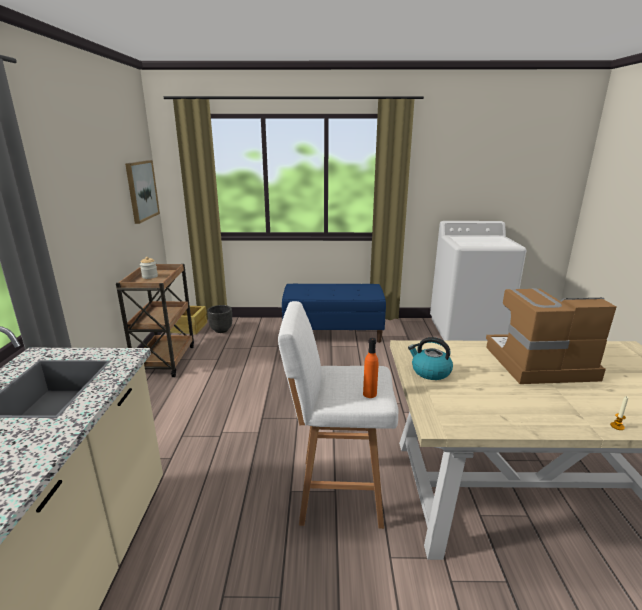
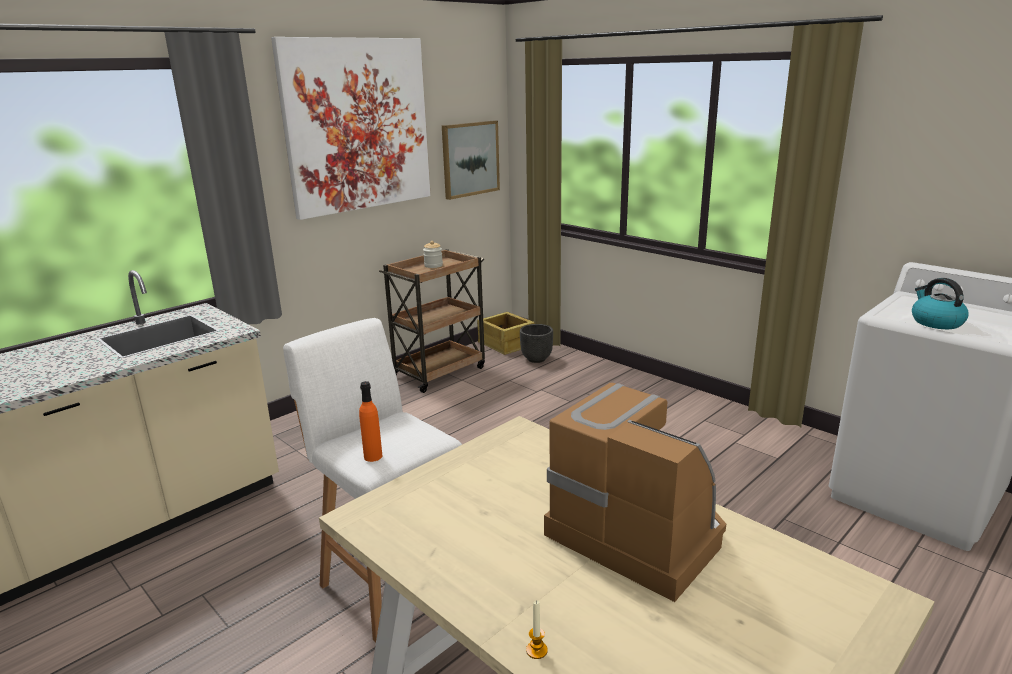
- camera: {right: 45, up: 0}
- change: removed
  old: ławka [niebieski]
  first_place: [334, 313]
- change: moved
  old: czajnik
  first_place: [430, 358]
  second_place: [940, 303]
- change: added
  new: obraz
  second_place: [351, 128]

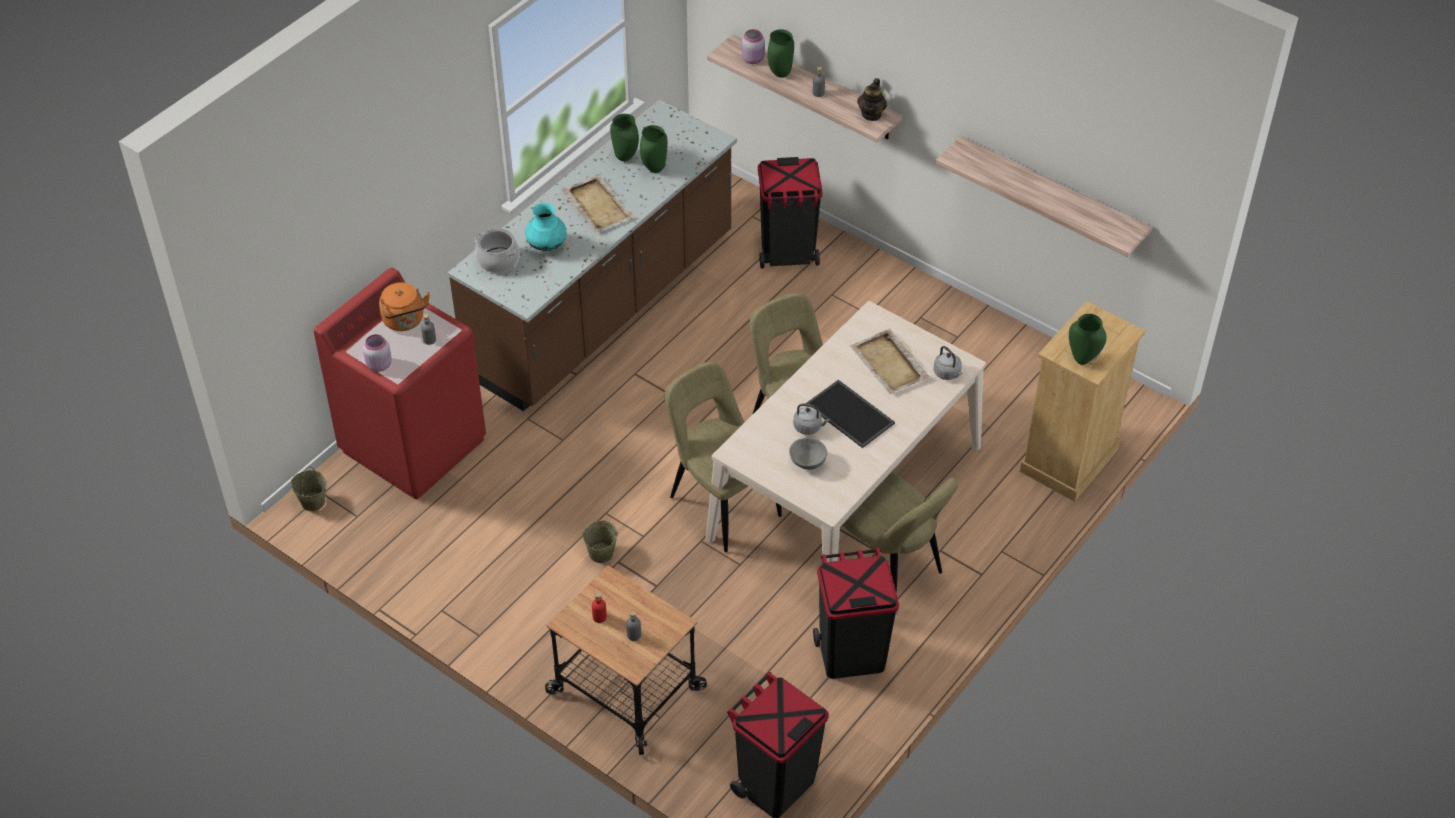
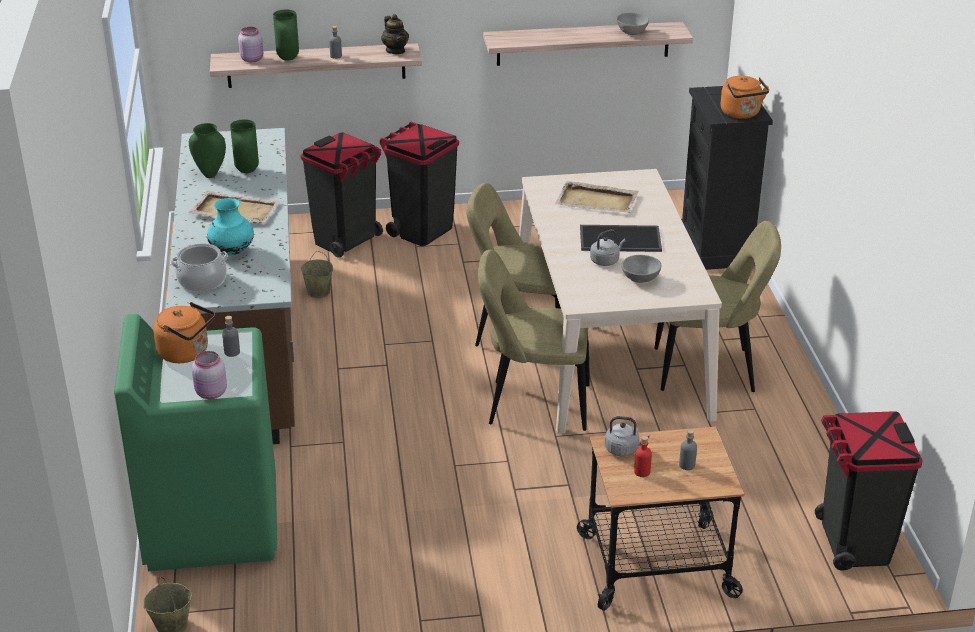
- camera: {right: -45, up: -15}
- change: recoloured
  old: pralka [czerwony]
  new: pralka [zielony]
  first_place: [400, 383]
  second_place: [195, 442]
- change: moved
  old: wiadro [beżowy]
  first_place: [600, 541]
  second_place: [317, 274]
- change: moved
  old: kosz na śmieci [czarny]
  first_place: [856, 613]
  second_place: [419, 184]
- change: moved
  old: czajnik [szary]
  first_place: [947, 363]
  second_place: [627, 436]
- change: recoloured
  old: komoda [beżowy]
  new: komoda [czarny]
  first_place: [1082, 401]
  second_place: [727, 178]
- change: replaced
  old: wazon [zielony]
  new: czajnik [pomarańczowy]
  first_place: [1087, 339]
  second_place: [745, 97]
- change: added
  new: miska [szary]
  second_place: [633, 23]

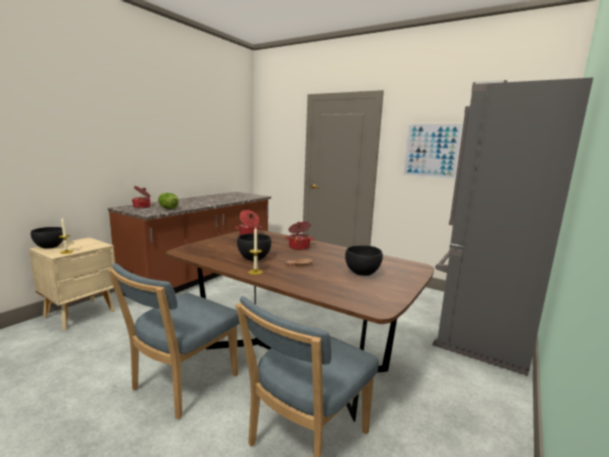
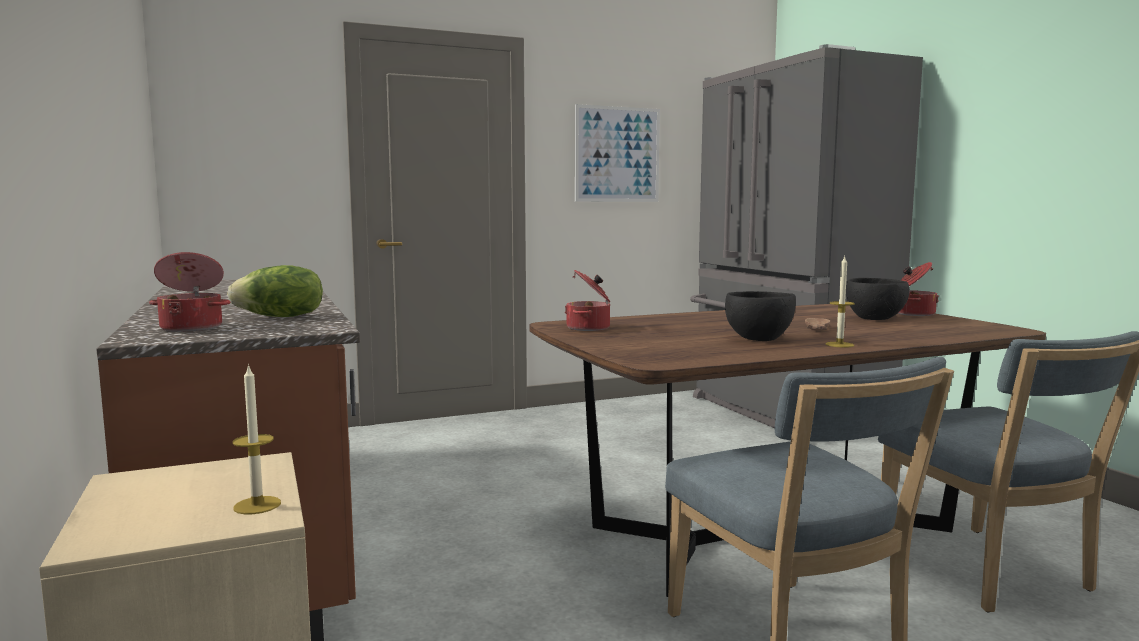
- camera: {right: -55, up: -5}
- change: removed
  old: miska [czarny]
  first_place: [47, 237]
- change: moved
  old: garnek
  first_place: [299, 236]
  second_place: [918, 289]

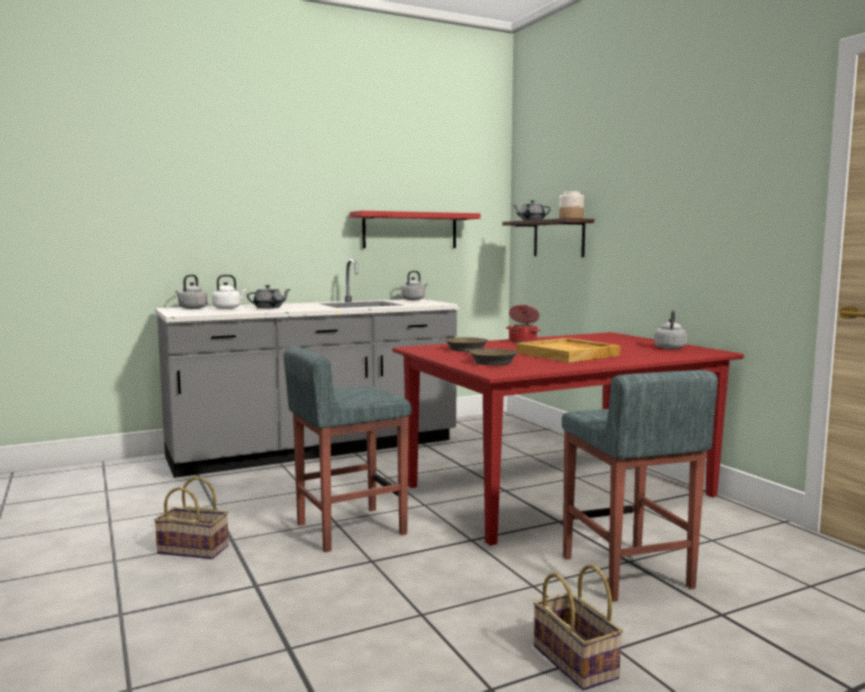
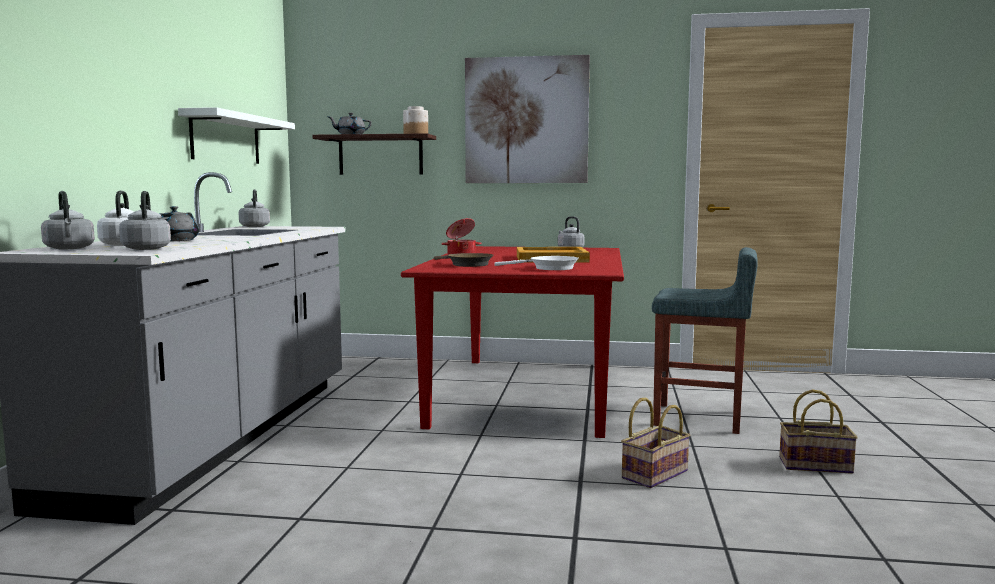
- camera: {right: -55, up: 0}
- change: moved
  old: koszyk
  first_place: [191, 517]
  second_place: [655, 443]
- change: removed
  old: stołek [szary]
  first_place: [348, 449]
- change: recoloured
  old: półka [czerwony]
  new: półka [biały]
  first_place: [414, 229]
  second_place: [236, 135]
- change: recoloured
  old: patelnia [brązowy]
  new: patelnia [biały]
  first_place: [491, 357]
  second_place: [536, 263]
- change: added
  new: czajnik [szary]
  second_place: [145, 220]
- change: added
  new: obraz
  second_place: [527, 119]

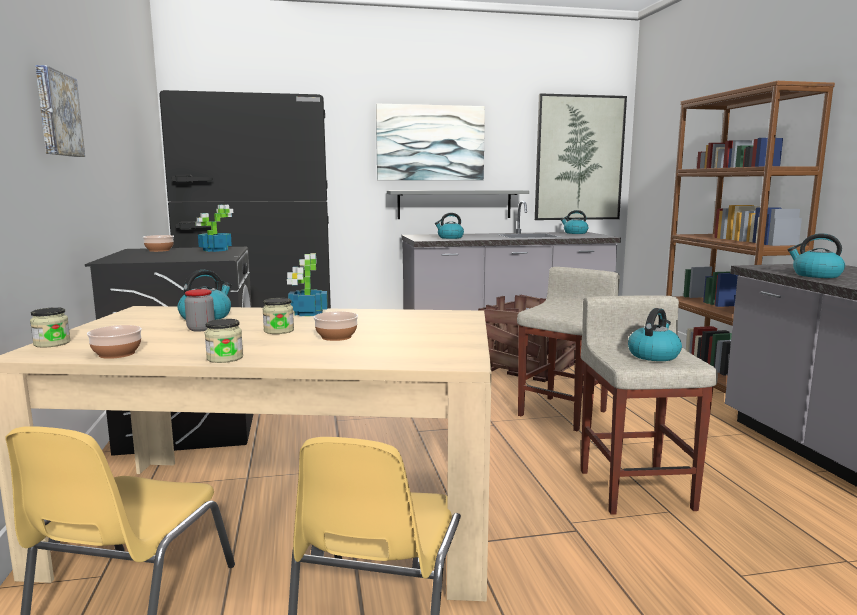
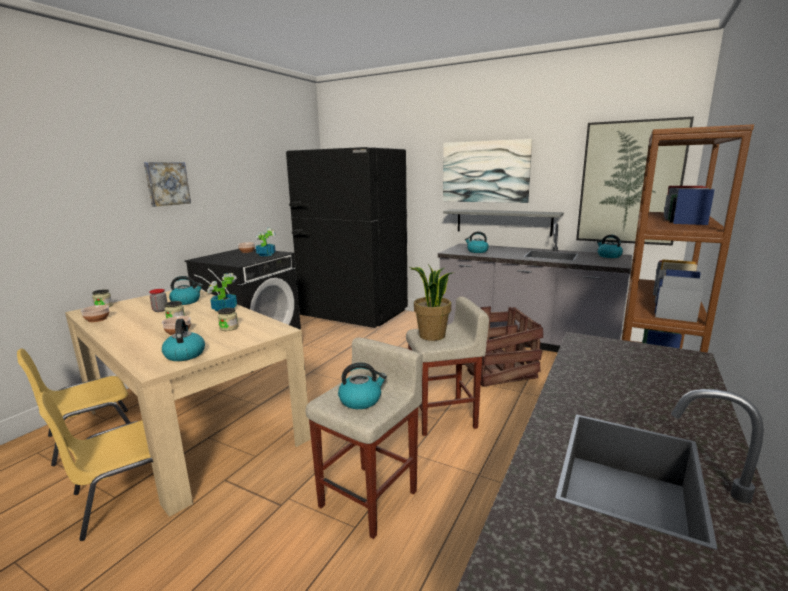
- camera: {right: 40, up: 5}
- change: moved
  old: słoik
  first_place: [224, 341]
  second_place: [228, 319]
- change: moved
  old: czajnik
  first_place: [816, 255]
  second_place: [183, 340]
- change: added
  new: roślina doniczkowa
  second_place: [432, 302]

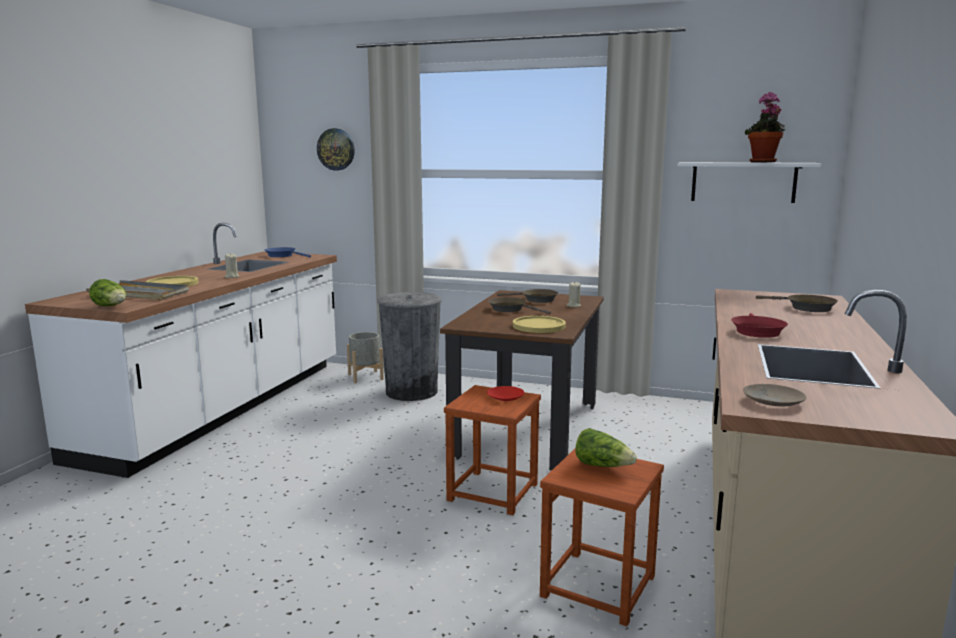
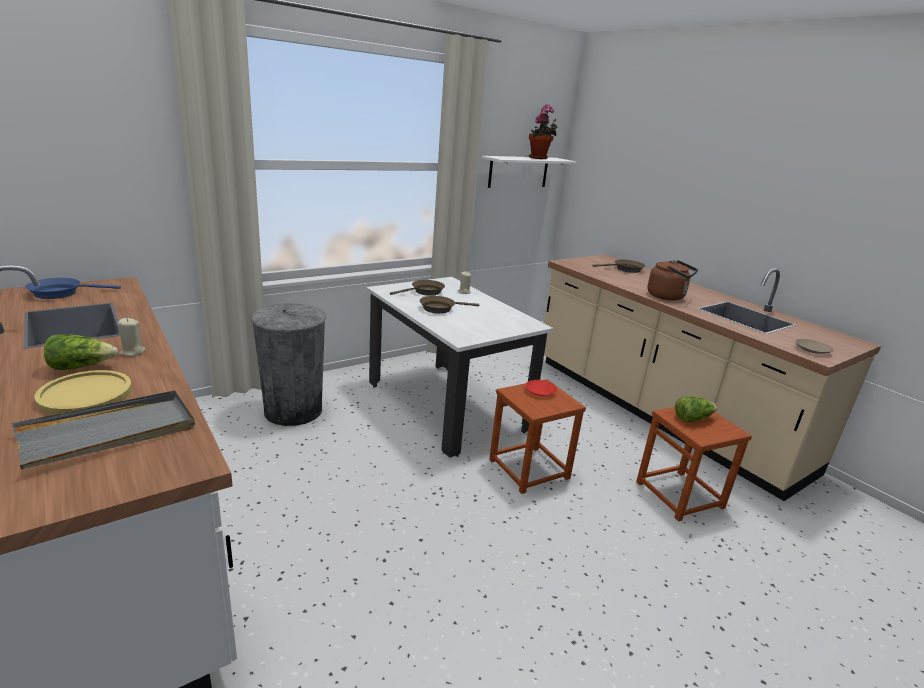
- camera: {right: -55, up: 10}
- change: moved
  old: sałata
  first_place: [107, 292]
  second_place: [81, 352]
- change: removed
  old: zegar ścienny
  first_place: [336, 149]
- change: removed
  old: donica [szary]
  first_place: [365, 357]
- change: recoloured
  old: stół jadalny [brązowy]
  new: stół jadalny [biały]
  first_place: [522, 380]
  second_place: [459, 367]
- change: removed
  old: talerz [żółty]
  first_place: [539, 324]
- change: replaced
  old: patelnia [czerwony]
  new: czajnik [brązowy]
  first_place: [759, 325]
  second_place: [673, 280]

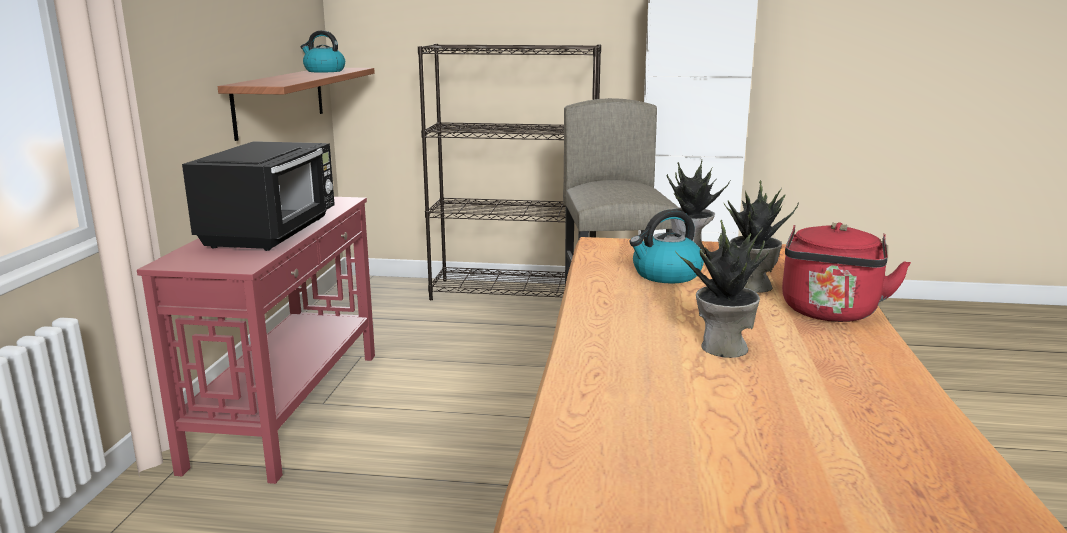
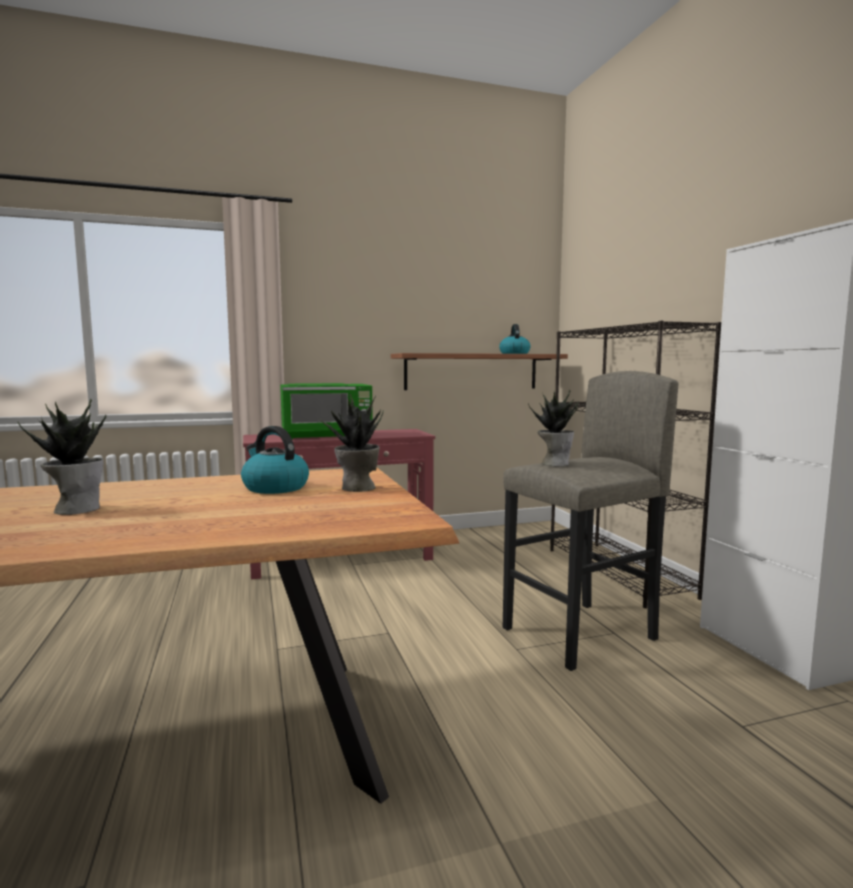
- camera: {right: 65, up: -10}
- change: recoloured
  old: mikrofalówka [czarny]
  new: mikrofalówka [zielony]
  first_place: [258, 196]
  second_place: [326, 411]
- change: moved
  old: roślina doniczkowa
  first_place: [761, 237]
  second_place: [553, 428]
- change: removed
  old: czajnik [czerwony]
  first_place: [846, 272]

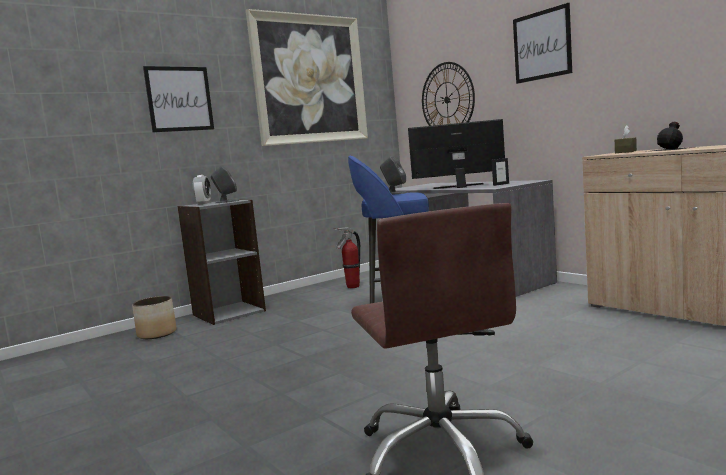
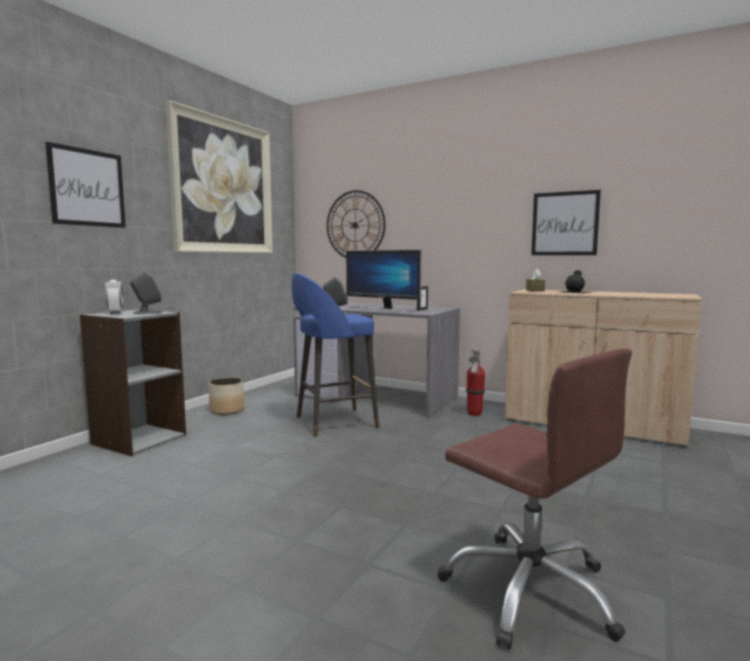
- camera: {right: -25, up: 0}
- change: moved
  old: donica
  first_place: [154, 317]
  second_place: [226, 396]
- change: moved
  old: gaśnica
  first_place: [346, 257]
  second_place: [475, 382]
- change: turned
  old: monitor
  first_place: [456, 154]
  second_place: [384, 281]
  degrees: -120
- change: moved
  old: obraz
  first_place: [542, 43]
  second_place: [566, 222]

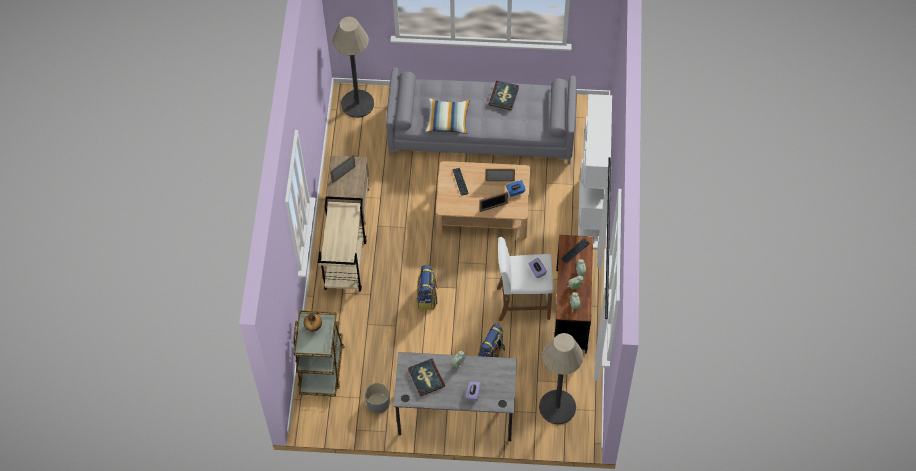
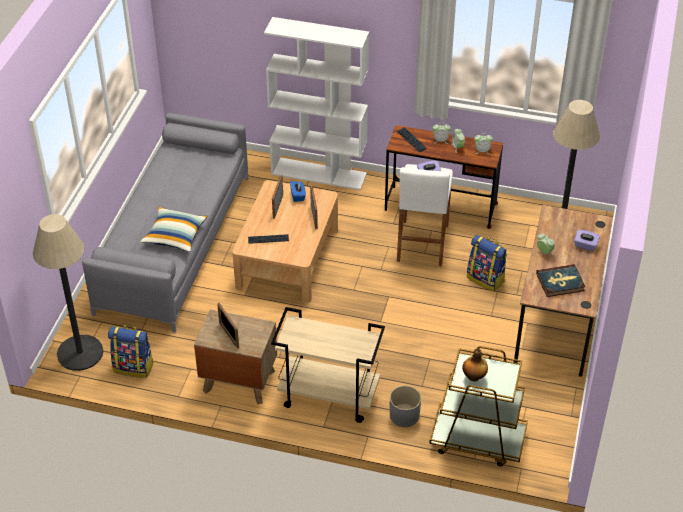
- camera: {right: -80, up: -15}
- change: moved
  old: donica [szary]
  first_place: [377, 398]
  second_place: [405, 406]
- change: recoloured
  old: biurko [szary]
  new: biurko [brązowy]
  first_place: [455, 397]
  second_place: [563, 291]
- change: moved
  old: plecak
  first_place: [427, 287]
  second_place: [131, 351]
- change: removed
  old: książka
  first_place: [504, 95]

